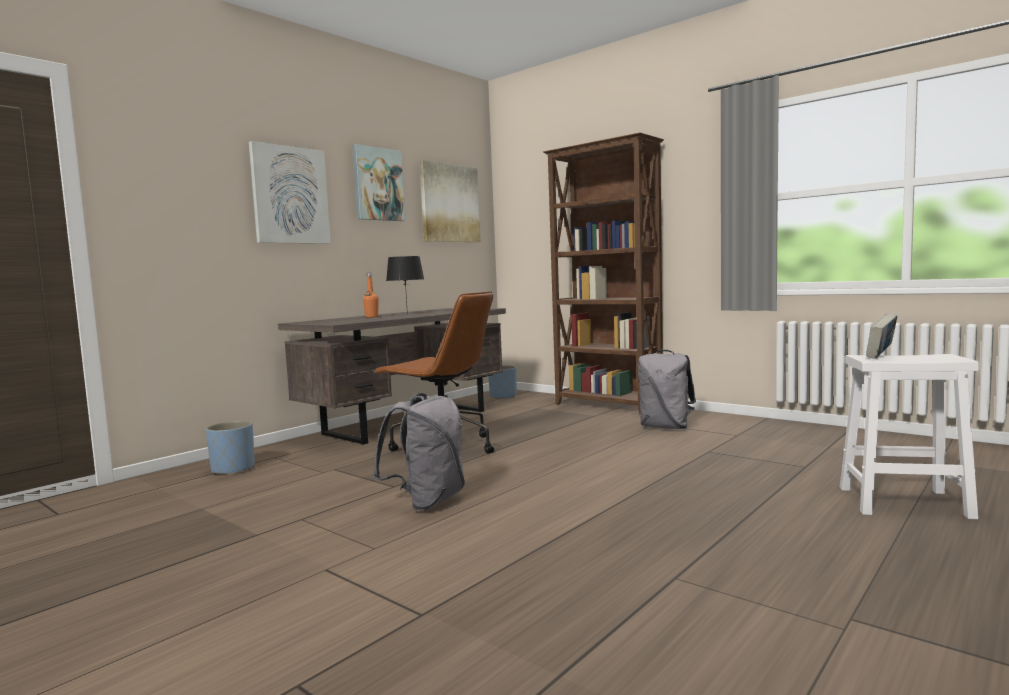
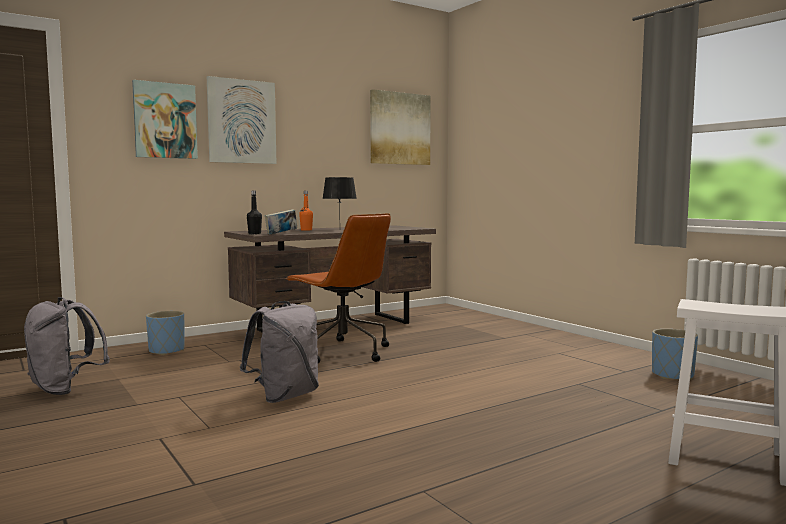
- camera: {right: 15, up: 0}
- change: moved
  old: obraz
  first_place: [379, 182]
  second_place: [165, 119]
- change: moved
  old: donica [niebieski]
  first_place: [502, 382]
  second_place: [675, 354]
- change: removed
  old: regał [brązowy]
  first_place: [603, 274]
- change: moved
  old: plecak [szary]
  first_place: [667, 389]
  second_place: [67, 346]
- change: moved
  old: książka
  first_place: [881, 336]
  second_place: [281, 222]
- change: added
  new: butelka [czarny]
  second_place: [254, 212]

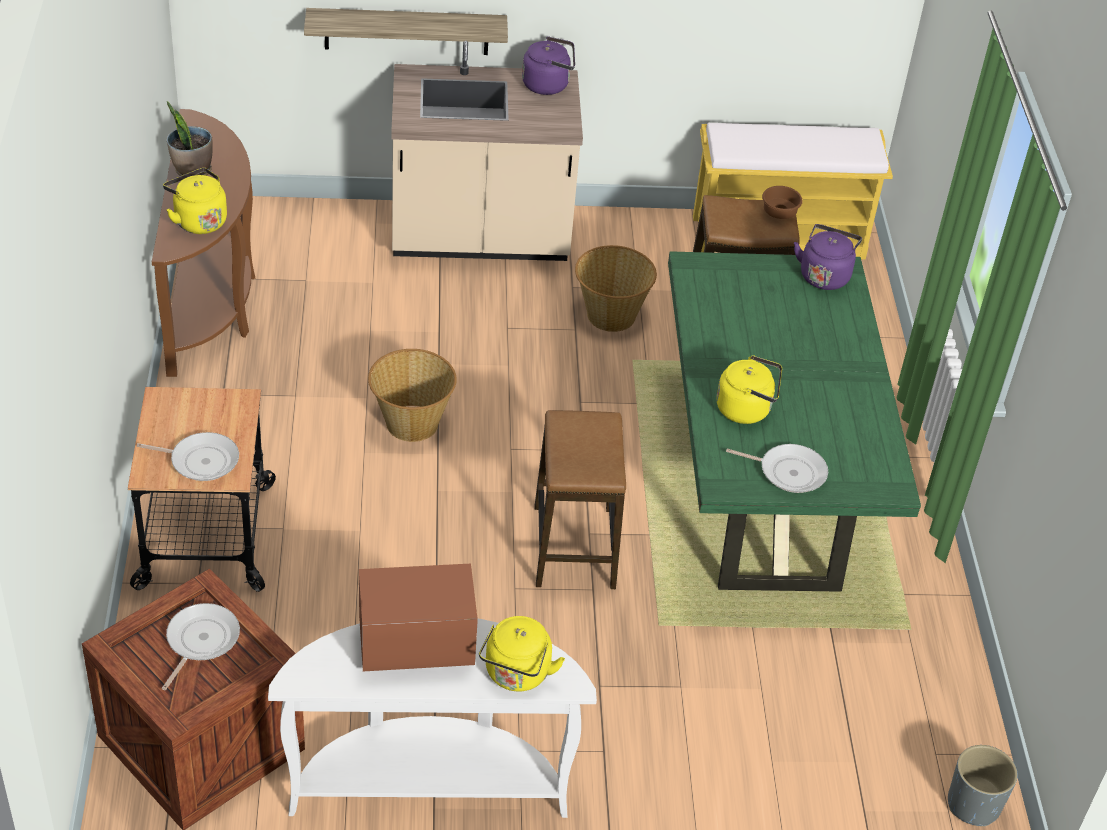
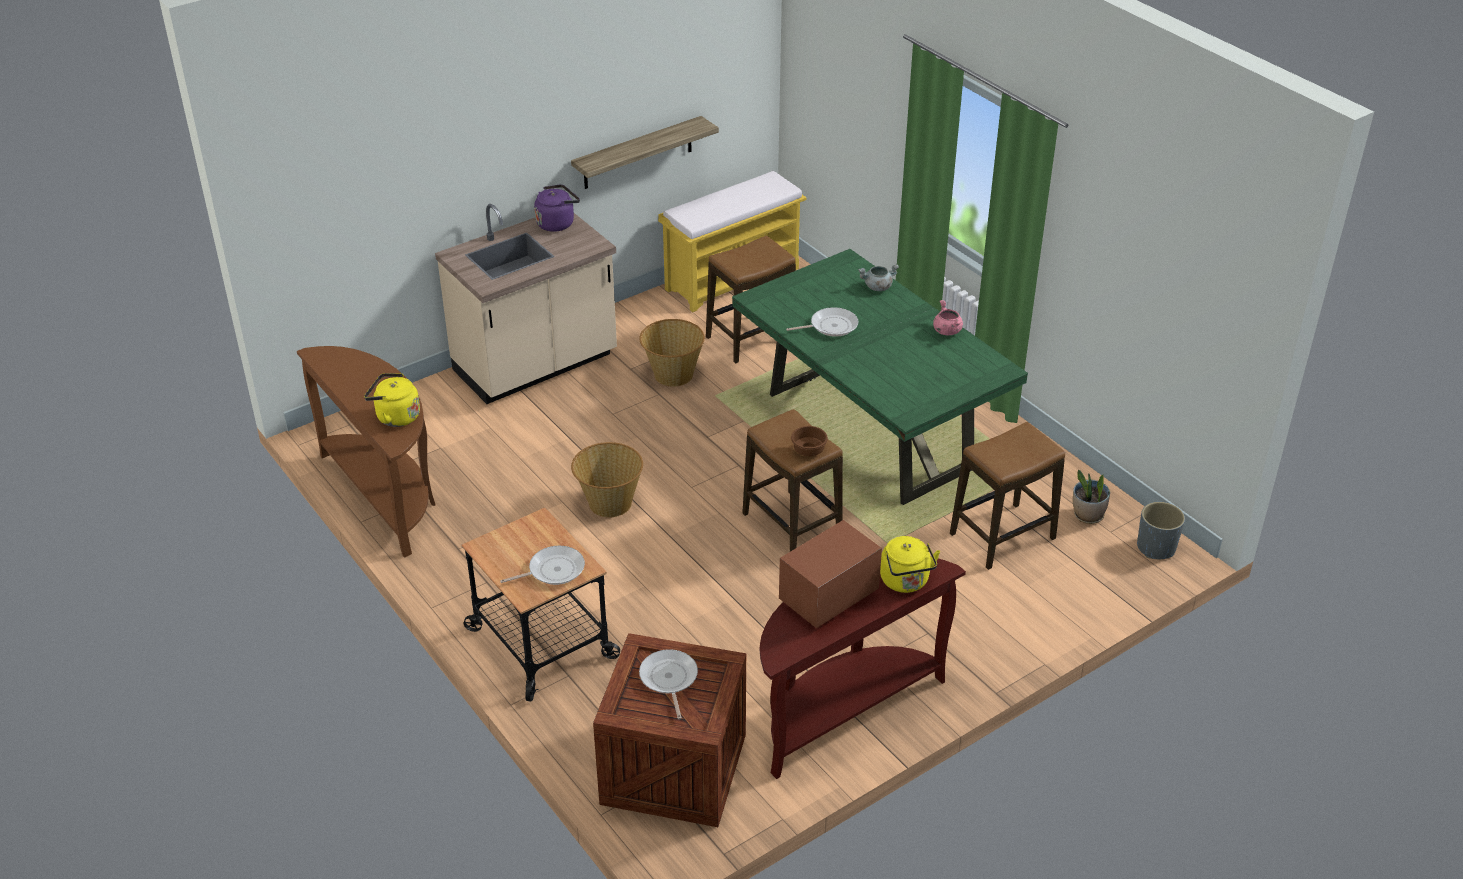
- camera: {right: -30, up: -5}
- change: moved
  old: roślina doniczkowa
  first_place: [190, 138]
  second_place: [1091, 497]
- change: recoloured
  old: stolik konsolowy [biały]
  new: stolik konsolowy [brązowy]
  first_place: [432, 718]
  second_place: [863, 667]
- change: moved
  old: półka
  first_place: [406, 31]
  second_place: [645, 152]
- change: removed
  old: czajnik [żółty]
  first_place: [749, 389]
- change: moved
  old: patelnia
  first_place: [777, 468]
  second_place: [822, 322]
- change: moved
  old: miska [brązowy]
  first_place: [782, 202]
  second_place: [809, 441]
- change: removed
  old: czajnik [fioletowy]
  first_place: [828, 257]
- change: added
  new: garnek [szary]
  second_place: [878, 277]
- change: added
  new: garnek [różowy]
  second_place: [948, 317]
- change: added
  new: stołek
  second_place: [1007, 496]

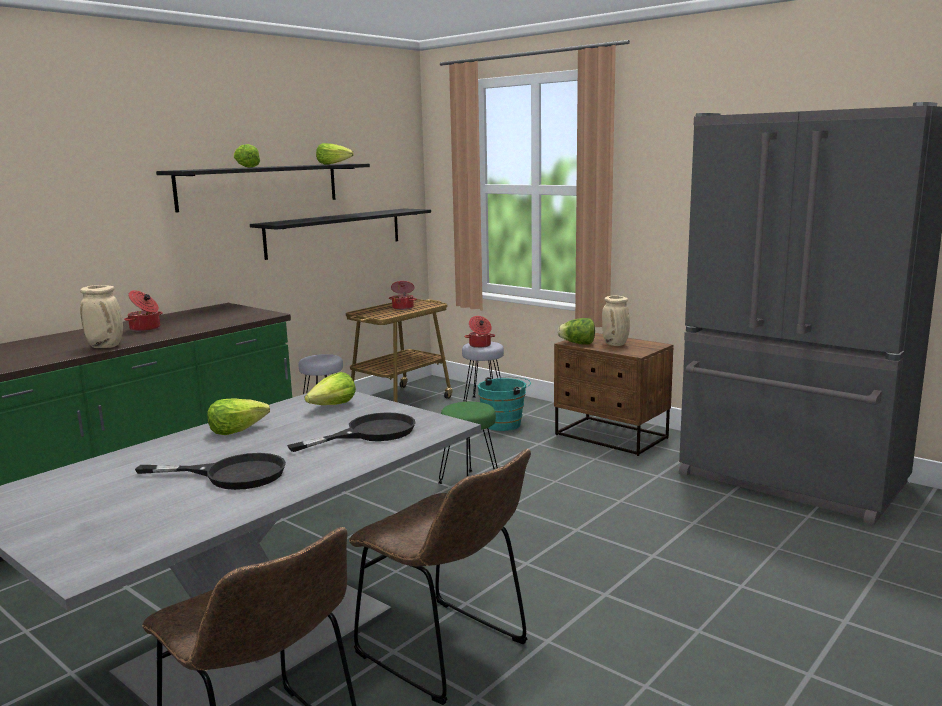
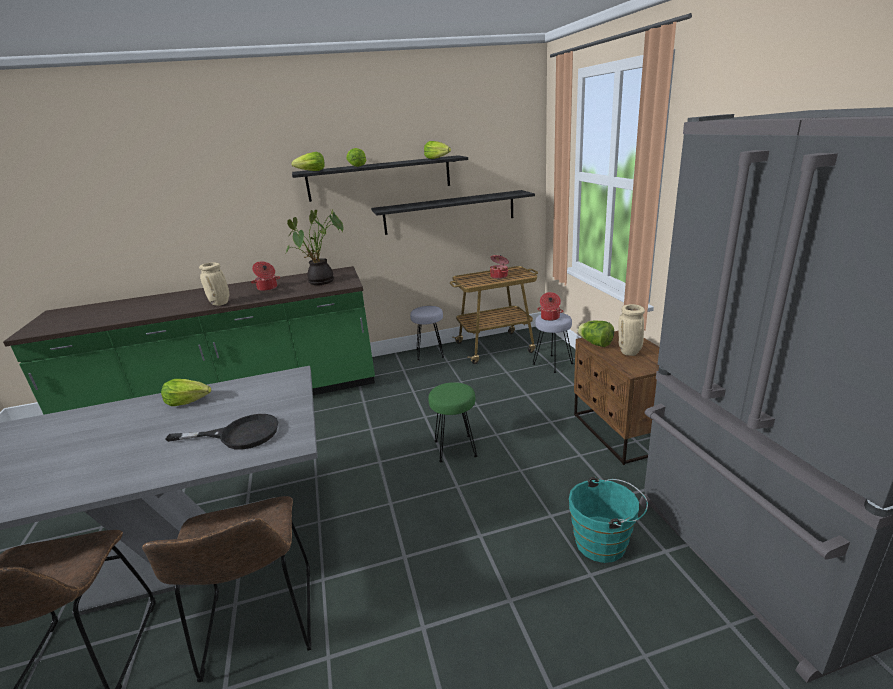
- camera: {right: 35, up: 10}
- change: removed
  old: patelnia [czarny]
  first_place: [210, 471]
- change: moved
  old: sałata
  first_place: [330, 388]
  second_place: [308, 161]
- change: moved
  old: wiadro [turkusowy]
  first_place: [504, 403]
  second_place: [608, 520]
- change: added
  new: roślina doniczkowa
  second_place: [314, 247]

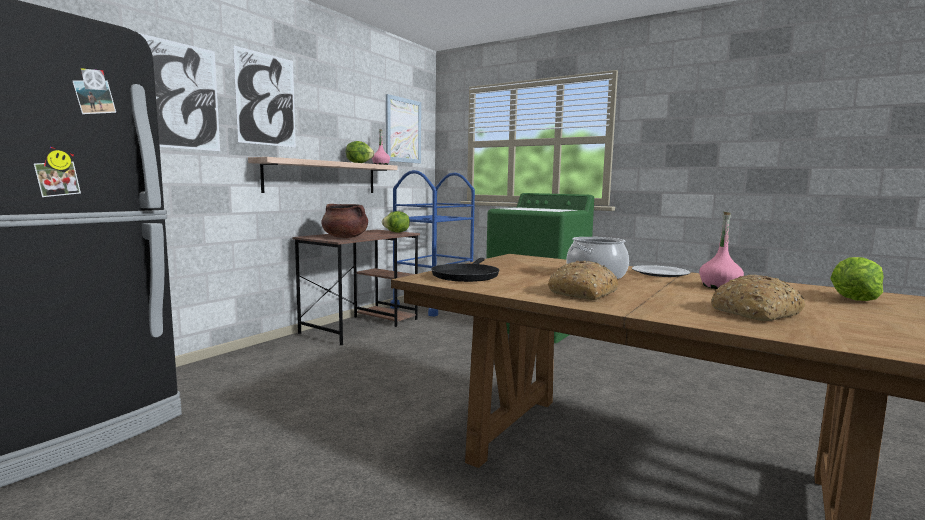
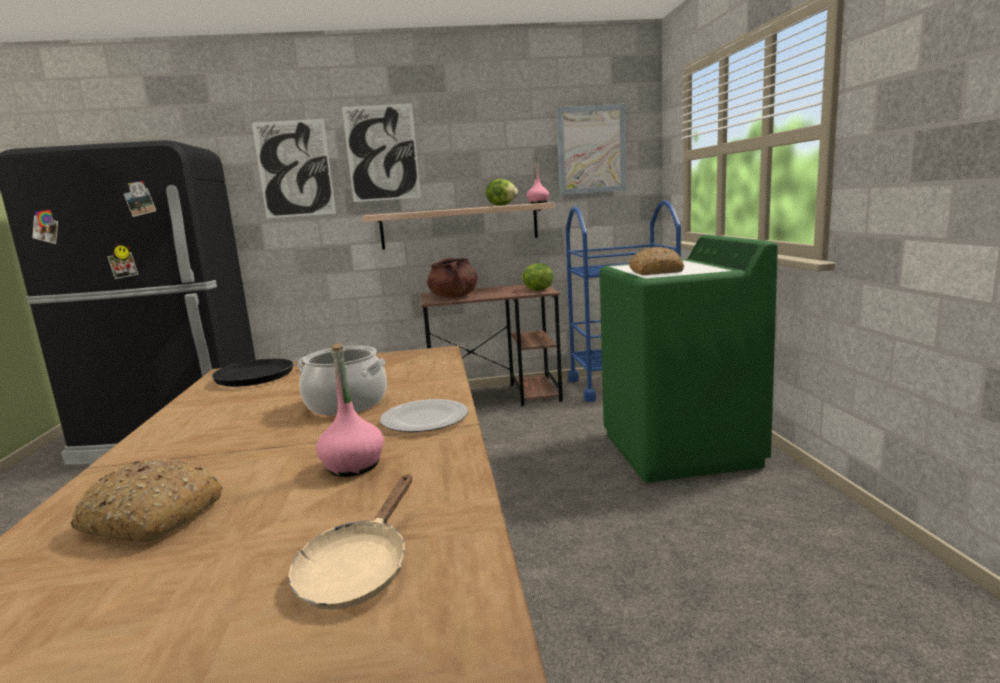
- camera: {right: 50, up: 5}
- change: moved
  old: chleb
  first_place: [583, 280]
  second_place: [656, 261]
- change: replaced
  old: sałata
  new: patelnia [beżowy]
  first_place: [857, 279]
  second_place: [350, 542]

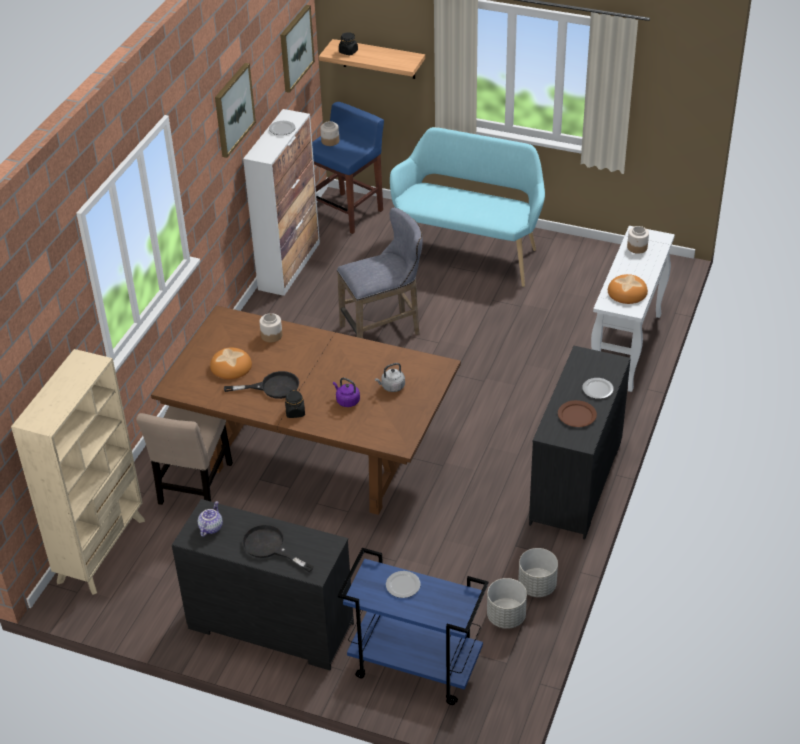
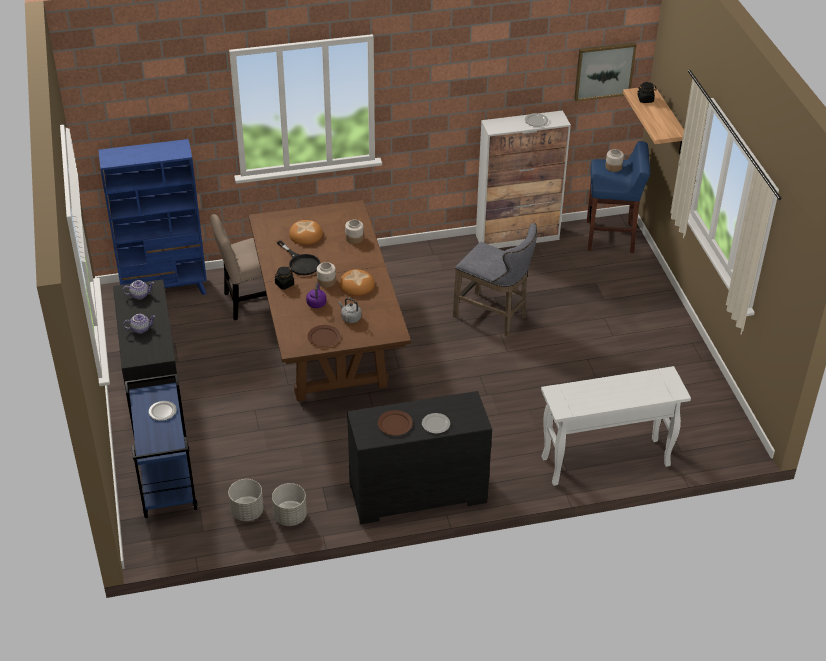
- camera: {right: 55, up: 0}
- change: recoloured
  old: regał [beżowy]
  new: regał [niebieski]
  first_place: [78, 472]
  second_place: [152, 217]
- change: removed
  old: obraz
  first_place: [235, 110]
- change: replaced
  old: patelnia [czarny]
  new: imbryk
  first_place: [278, 548]
  second_place: [139, 324]
- change: removed
  old: ławka [turkusowy]
  first_place: [467, 207]
- change: moved
  old: chleb
  first_place: [628, 289]
  second_place: [357, 282]
- change: moved
  old: słoik
  first_place: [638, 240]
  second_place: [326, 274]
- change: added
  new: talerz [brązowy]
  second_place: [324, 336]

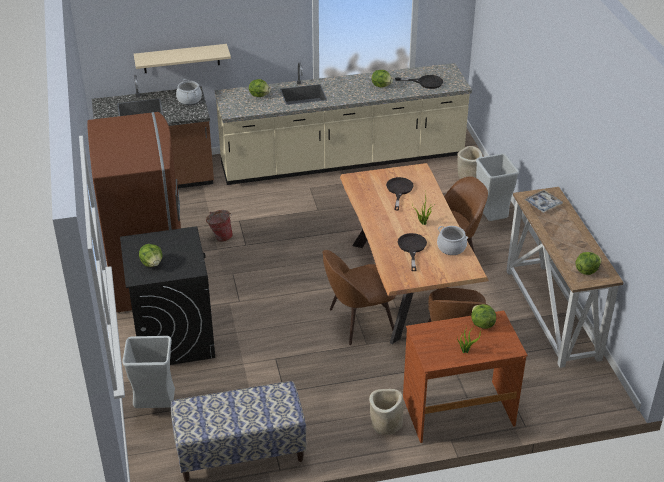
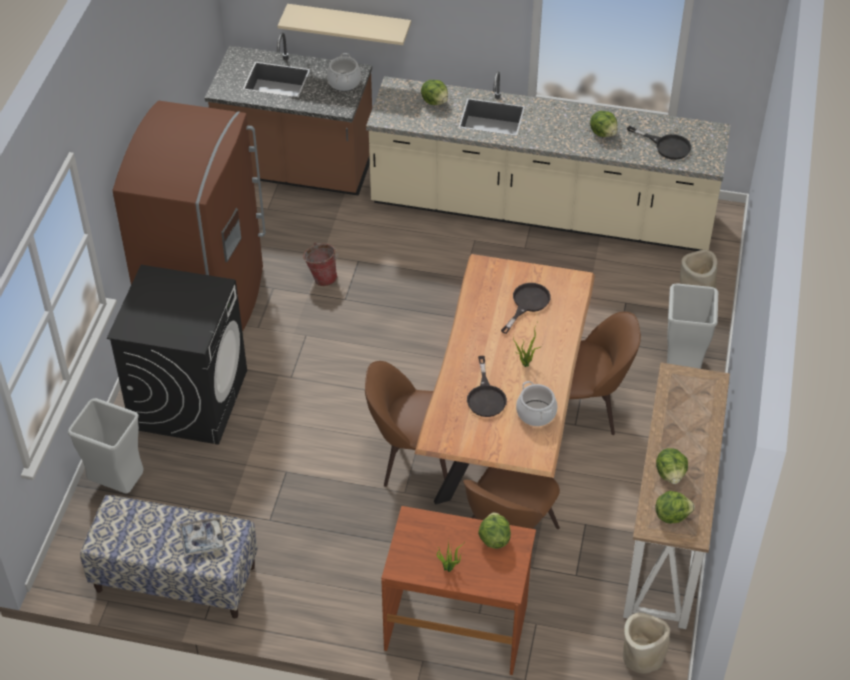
- camera: {right: 25, up: 10}
- change: moved
  old: sałata
  first_place: [150, 255]
  second_place: [672, 466]
- change: moved
  old: donica [beżowy]
  first_place: [386, 412]
  second_place: [646, 643]
- change: turned
  old: patelnia [czarny]
  first_place: [412, 252]
  second_place: [487, 386]
  degrees: 150
- change: moved
  old: taca
  first_place: [544, 201]
  second_place: [203, 536]

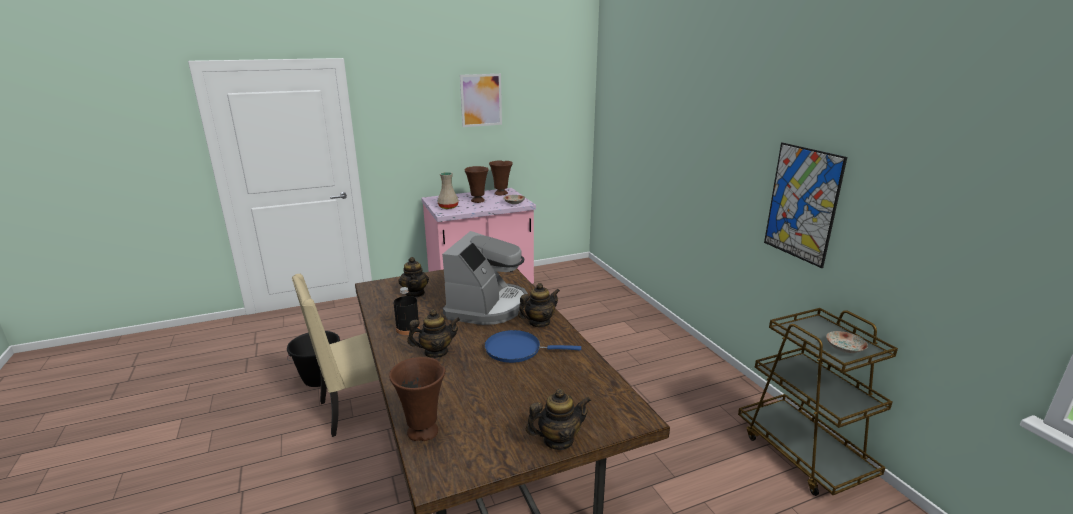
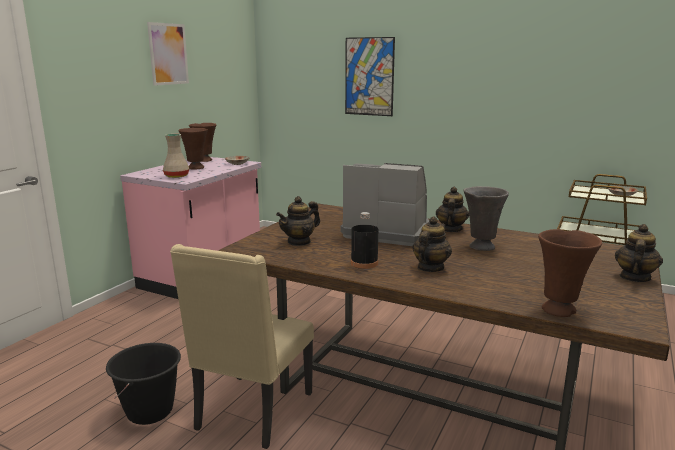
- camera: {right: -40, up: -5}
- change: turned
  old: imbryk
  first_place: [413, 277]
  second_place: [298, 221]
  degrees: 105
- change: turned
  old: ekspres do kawy
  first_place: [485, 278]
  second_place: [385, 204]
  degrees: -45
- change: replaced
  old: patelnia [niebieski]
  new: wazon [szary]
  first_place: [533, 346]
  second_place: [486, 218]
- change: moved
  old: obraz
  first_place: [805, 205]
  second_place: [370, 76]

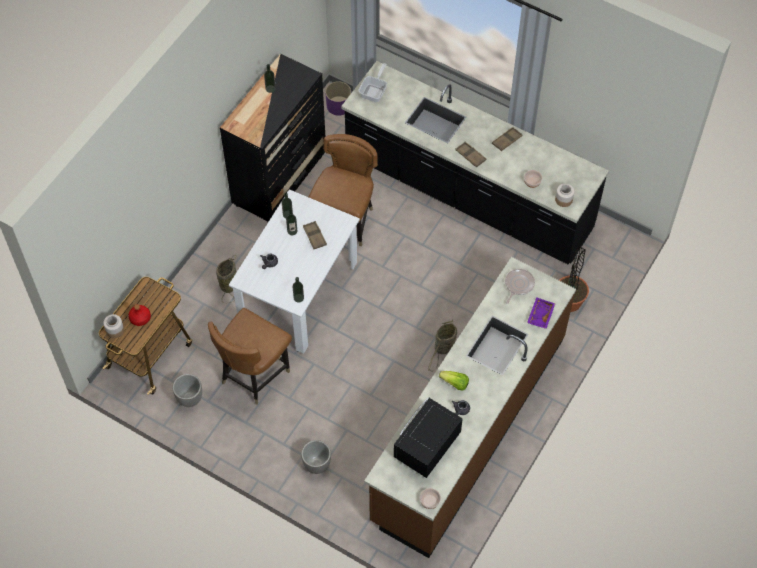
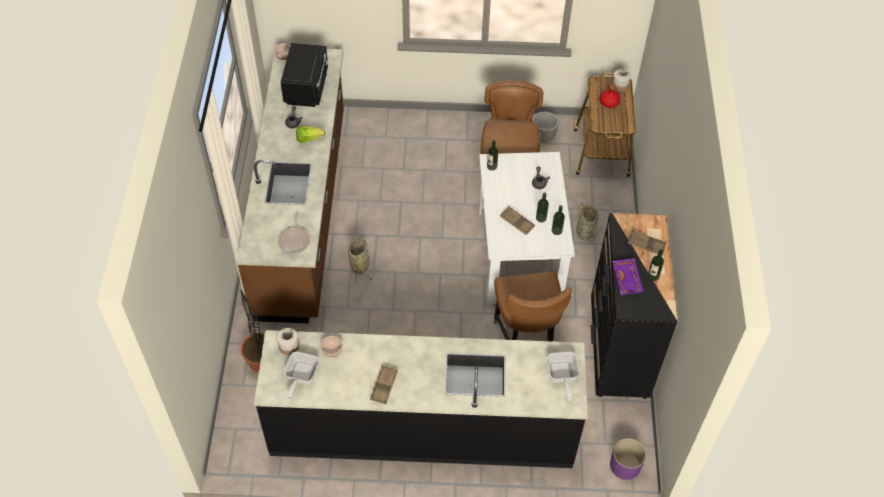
- camera: {right: 150, up: -5}
- change: removed
  old: donica
  first_place: [316, 457]
- change: moved
  old: taca [brązowy]
  first_place: [470, 154]
  second_place: [647, 242]
- change: moved
  old: taca [fioletowy]
  first_place: [541, 313]
  second_place: [628, 276]
- change: added
  new: patelnia
  second_place: [301, 376]

